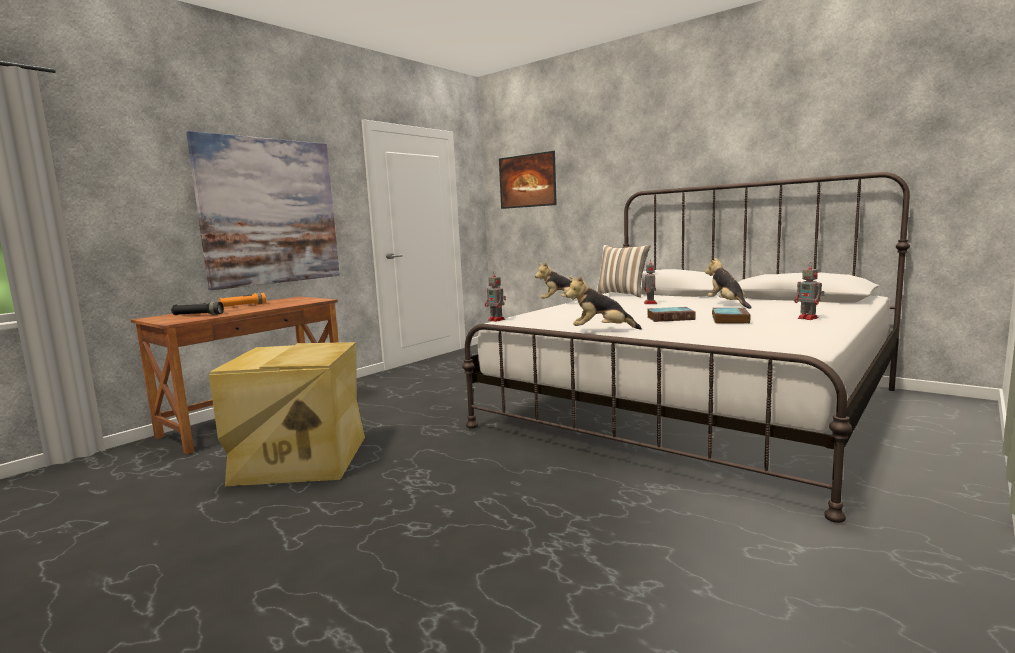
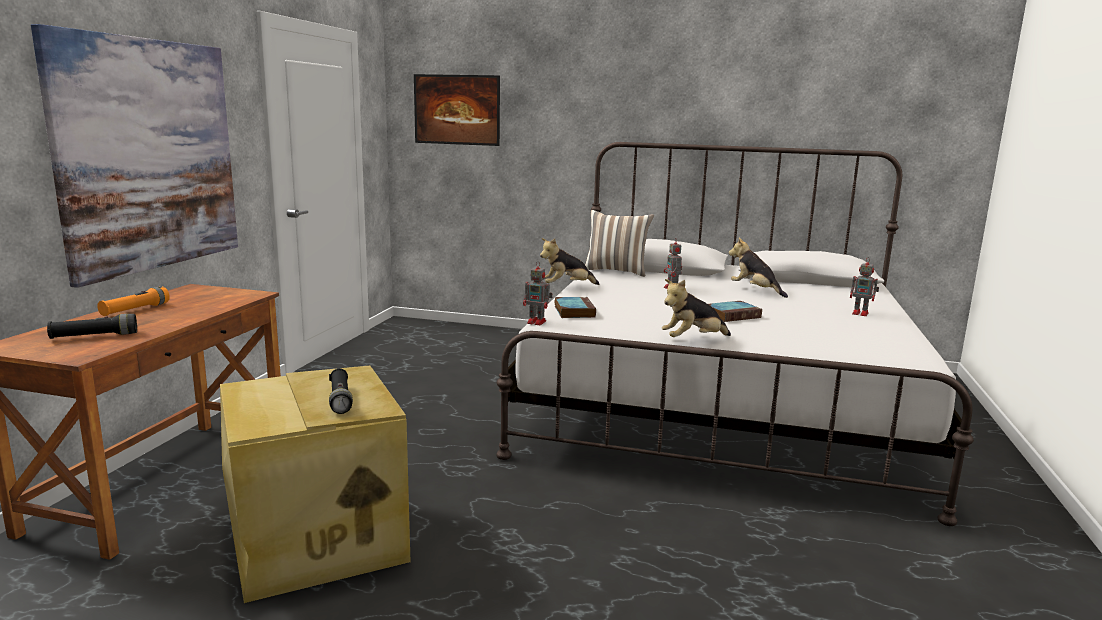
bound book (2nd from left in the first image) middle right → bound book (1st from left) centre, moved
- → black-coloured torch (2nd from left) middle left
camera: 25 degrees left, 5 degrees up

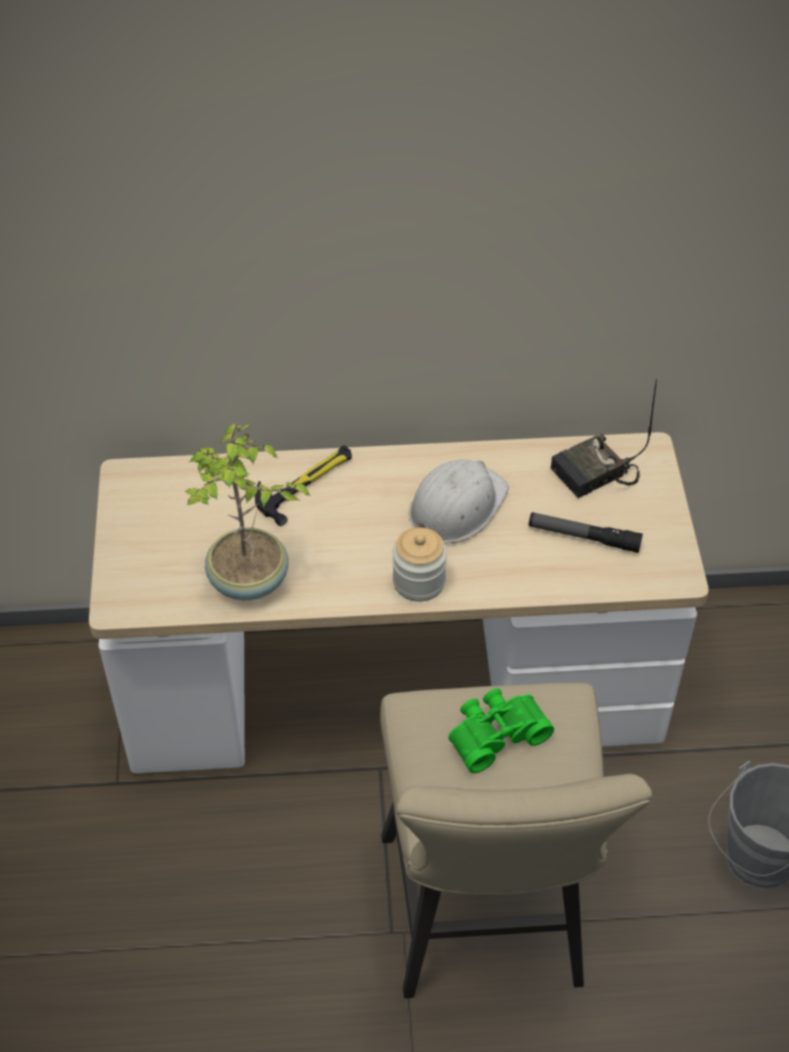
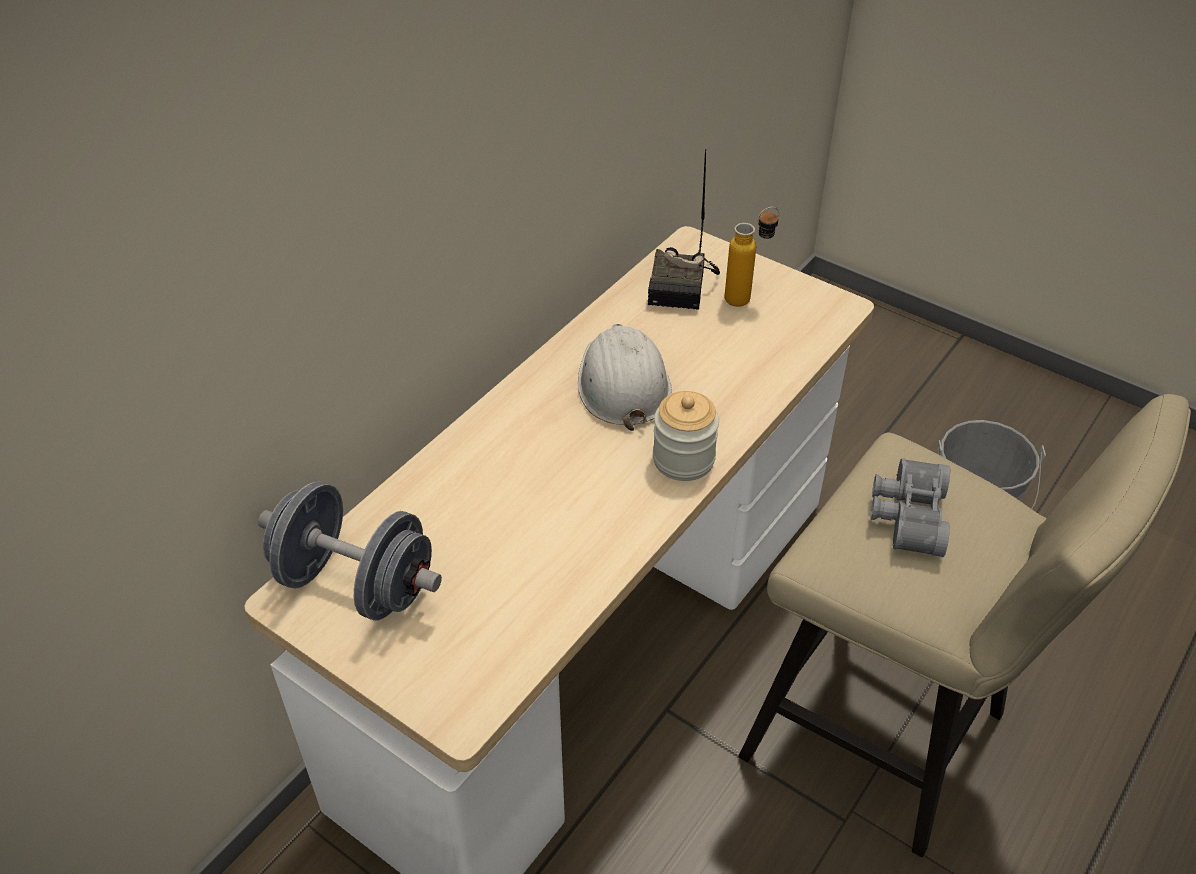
potted plant middle left → -
tool hammer centre → -
torch middle right → -
greenish binoculars bottom centre → greyish binoculars middle right
- → beverage bottle top centre
- → greyish dumbbell middle left
camera: 50 degrees left, 5 degrees down

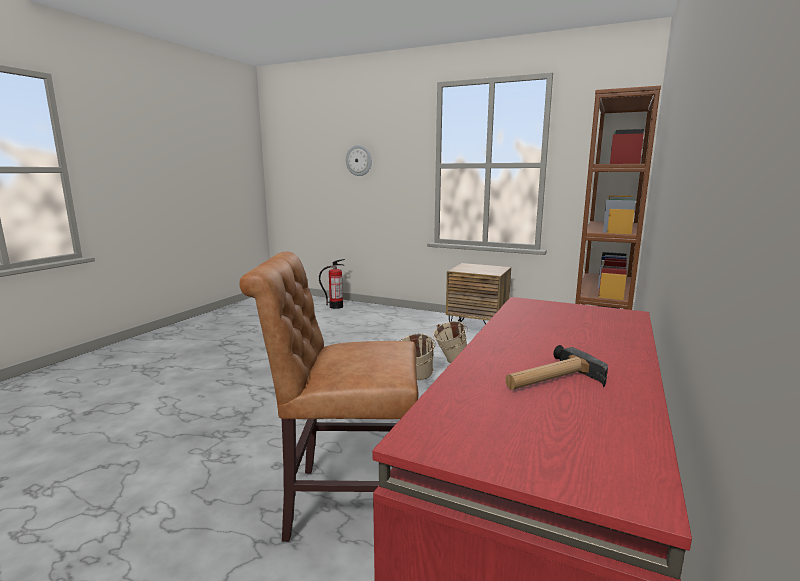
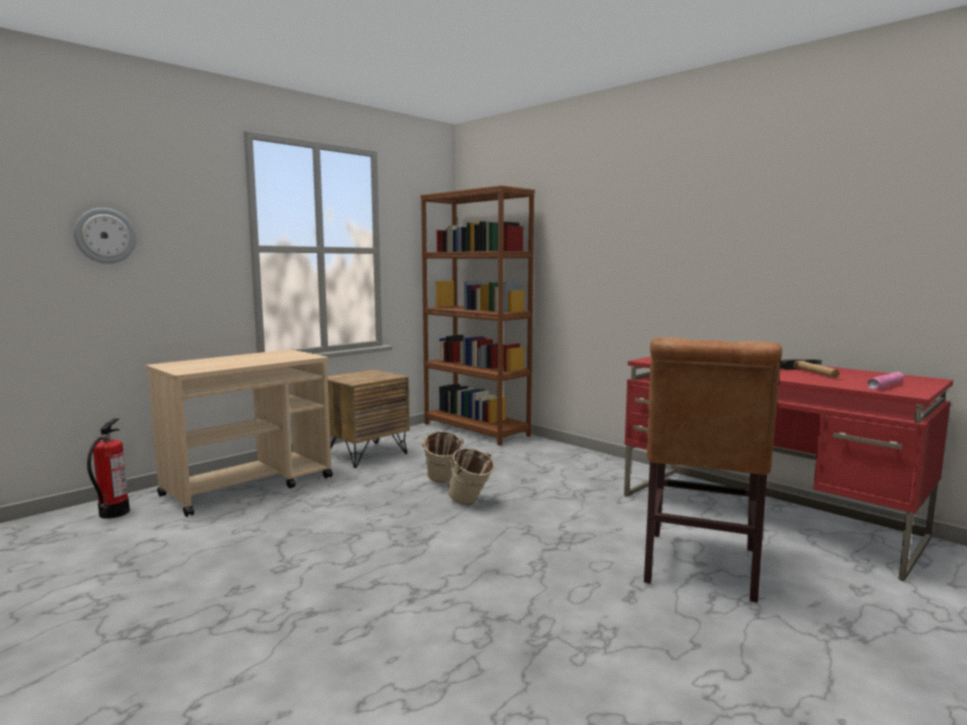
- → beige-coloured trolley middle left
- → pink-coloured torch middle right
camera: 70 degrees left, 5 degrees down

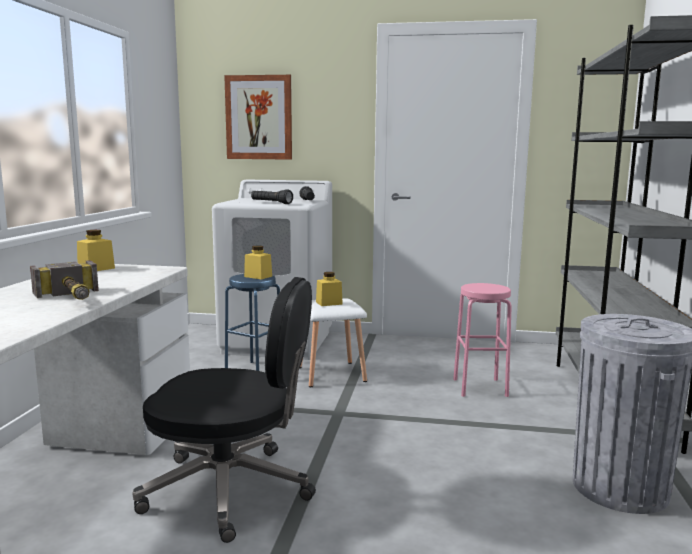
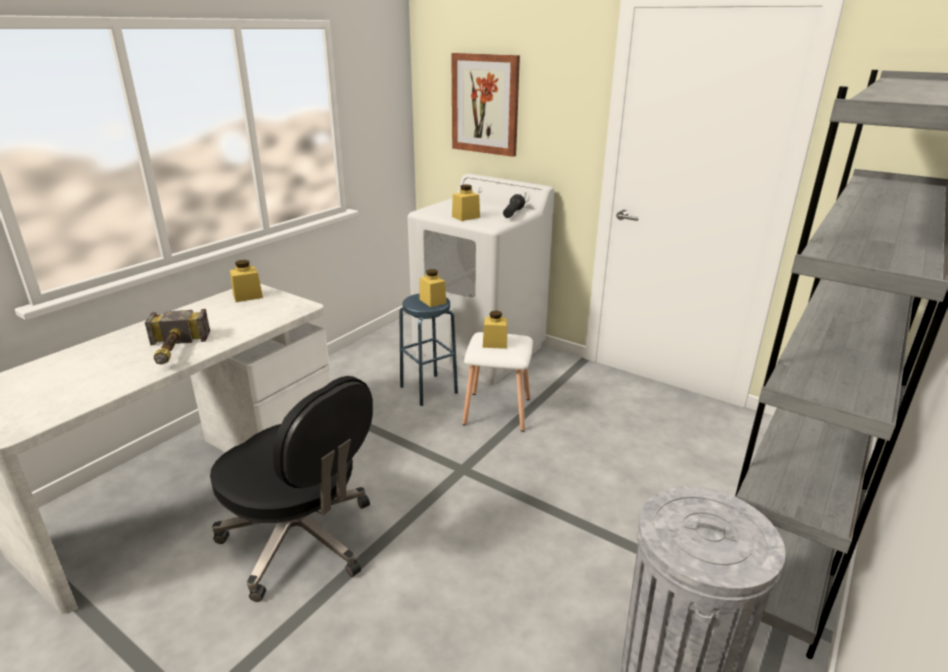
black-coloured torch (1st from left) centre → yellow storage jar (3rd from left) top centre
pink-coloured sitting stool middle right → -
camera: 25 degrees right, 15 degrees up

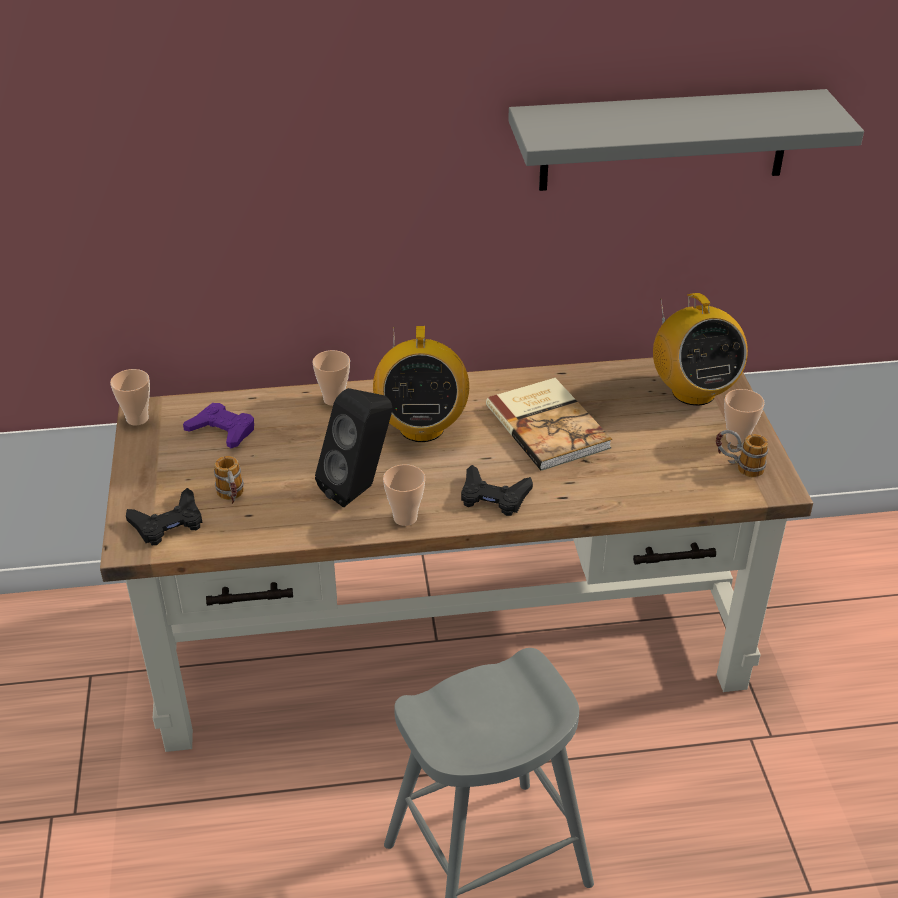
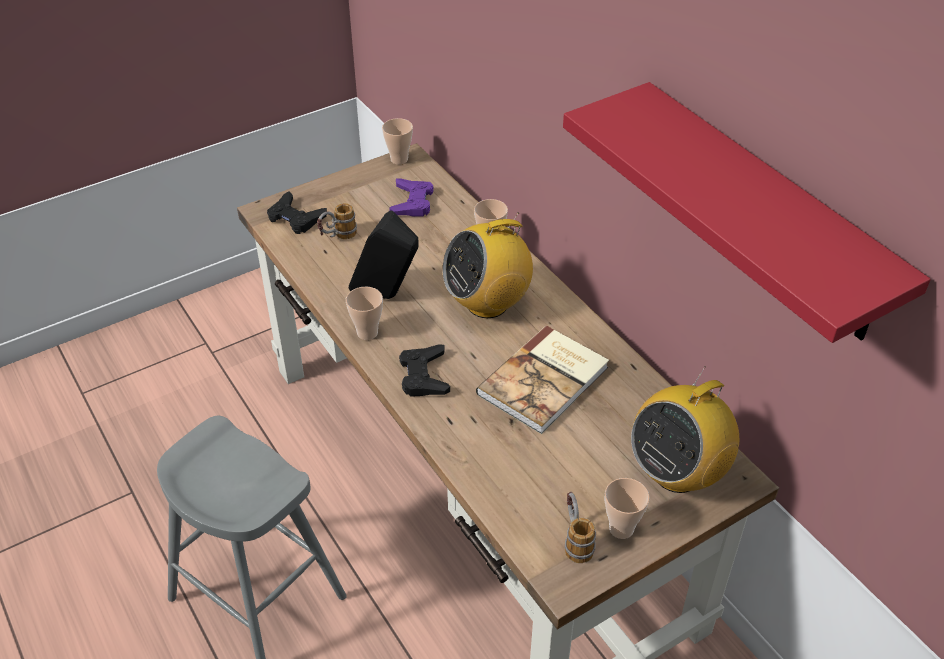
greyish wall shelf top right → reddish wall shelf top right
camera: 65 degrees right, 5 degrees up

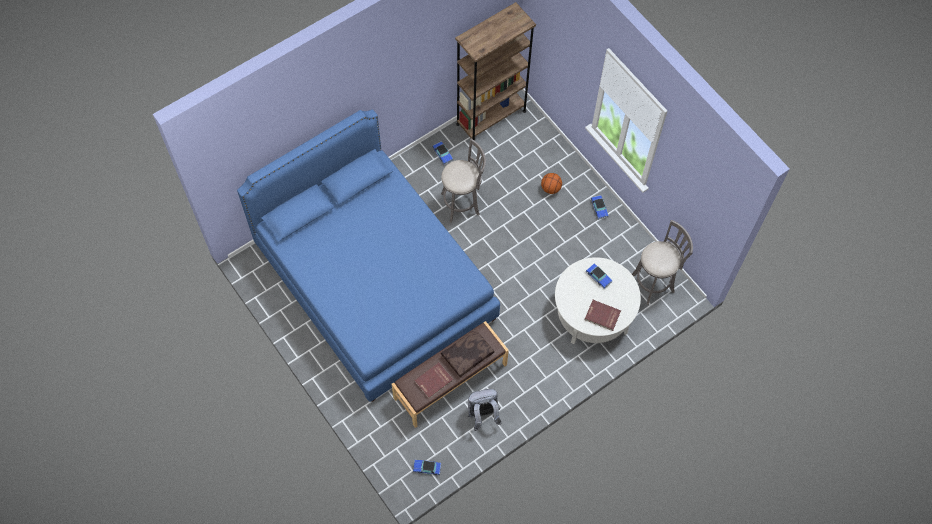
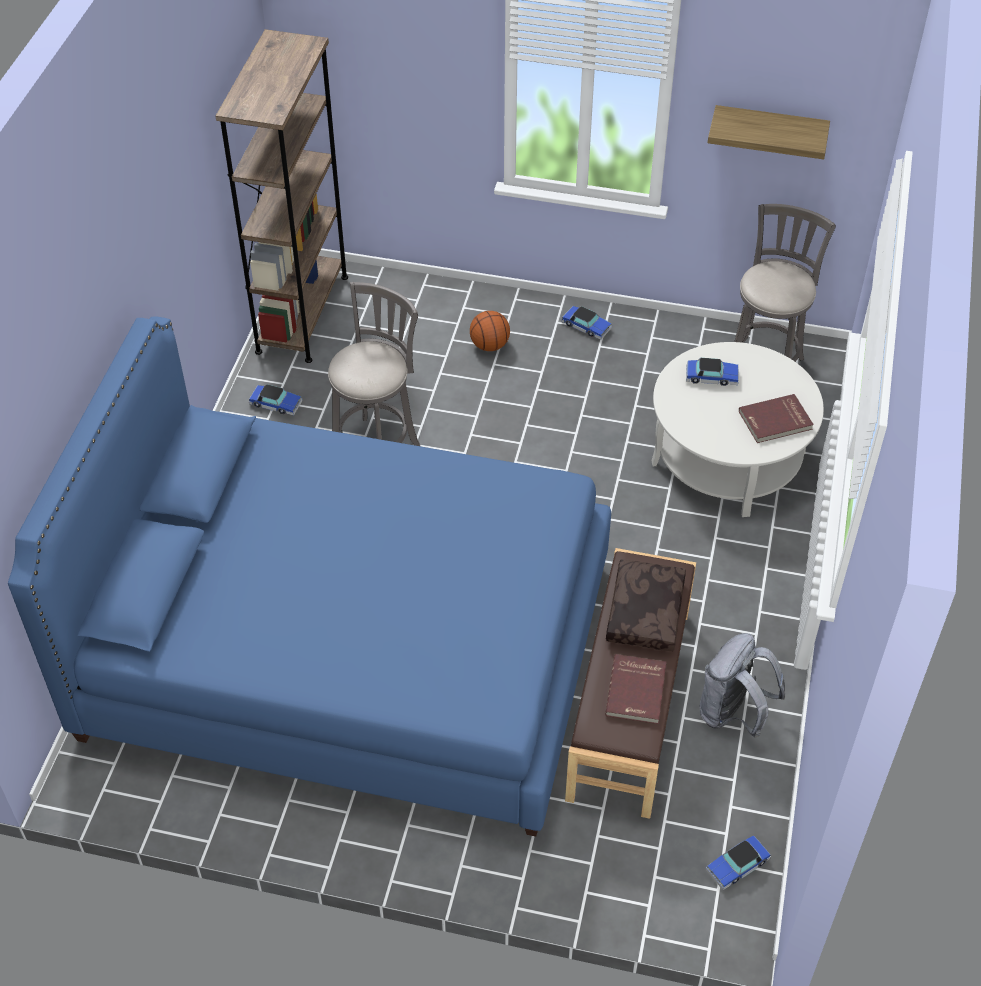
- → wall shelf top right
camera: 40 degrees left, 15 degrees down

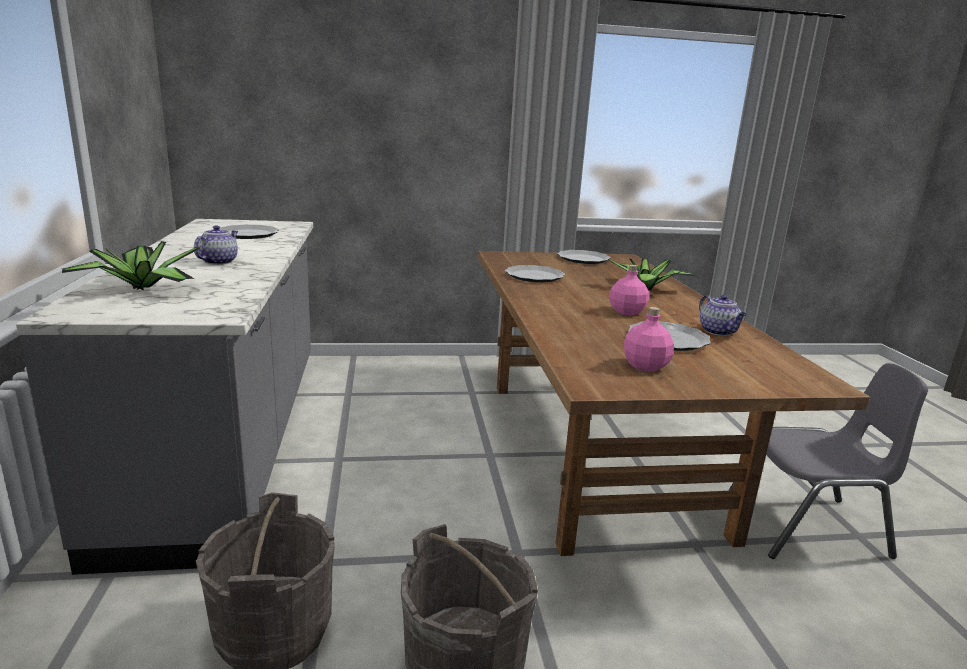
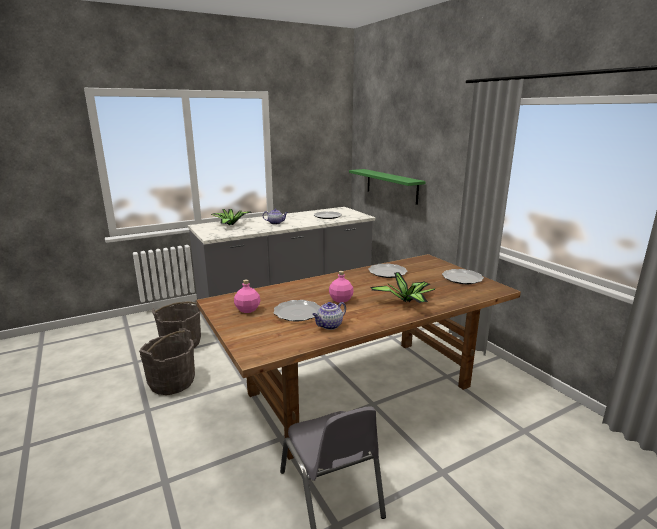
- → greenish wall shelf centre
camera: 70 degrees right, 0 degrees up

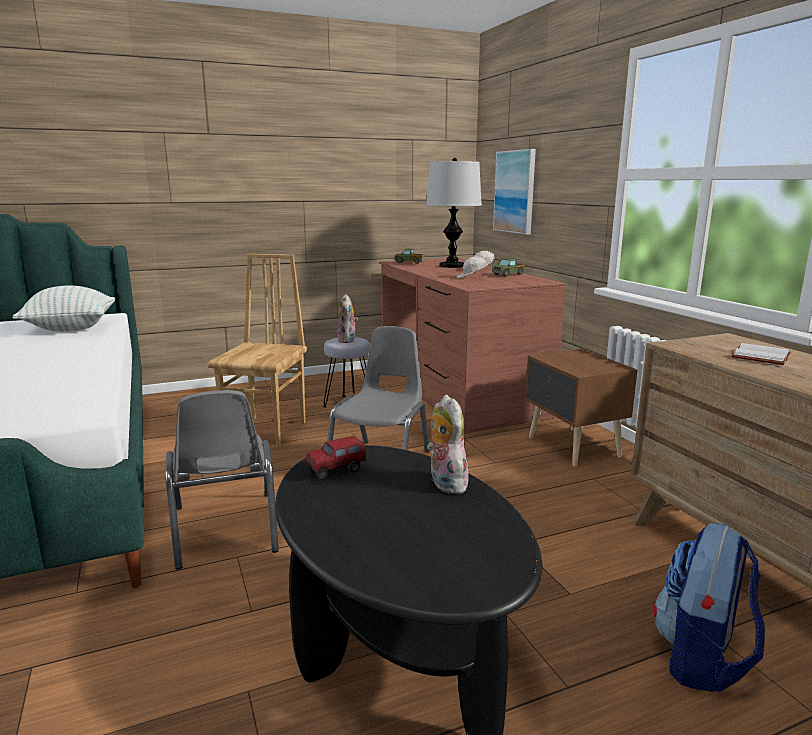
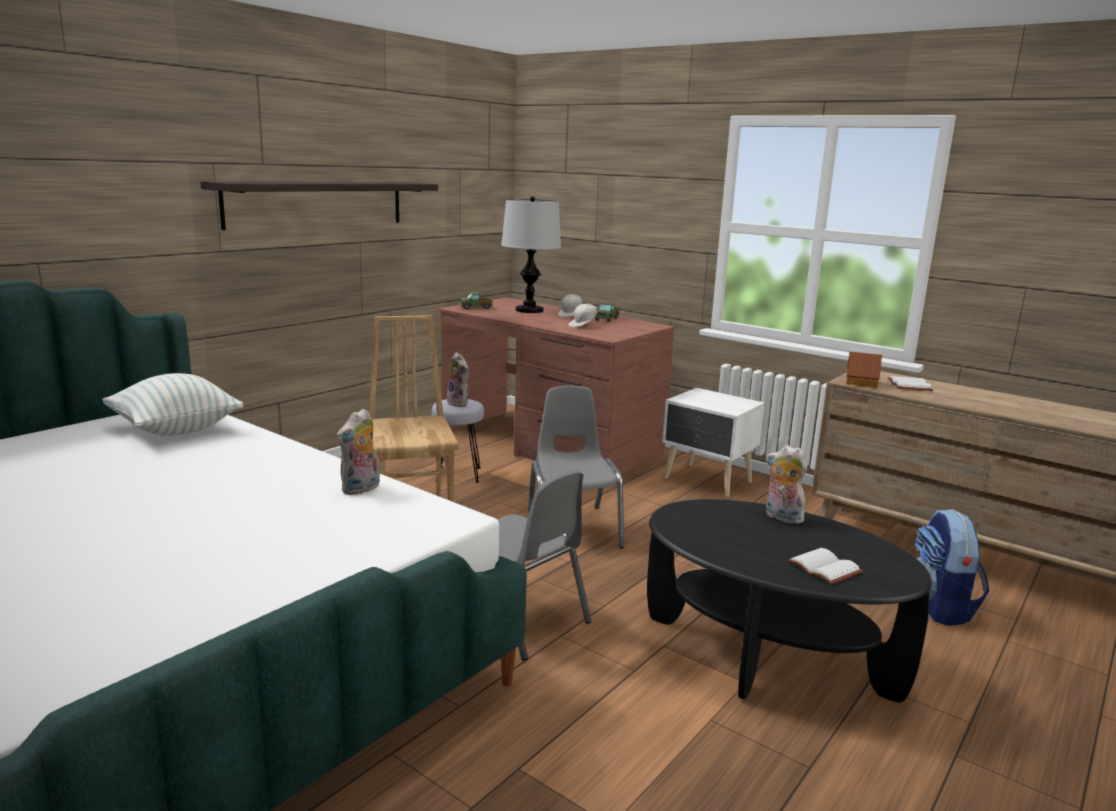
wall art top centre → -
brownish night table middle right → white-coloured night table centre
toy lorry (1st from left) centre → -
- → wall shelf top left
- → toy house middle right
- → cuddly toy (1st from left) middle left
- → white-coloured bound book (1st from left) bottom right
camera: 30 degrees left, 0 degrees up

